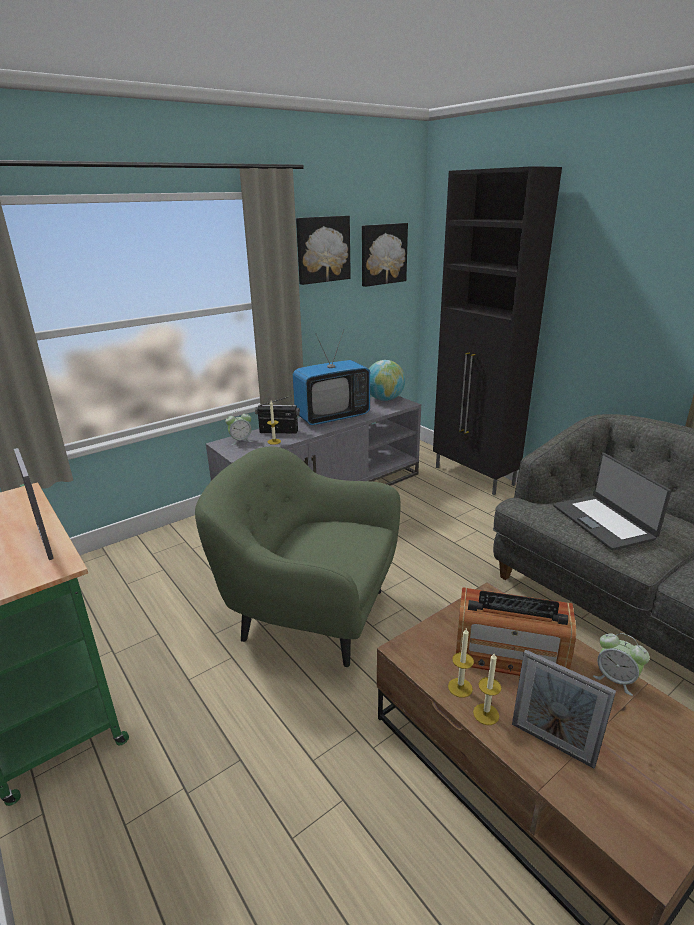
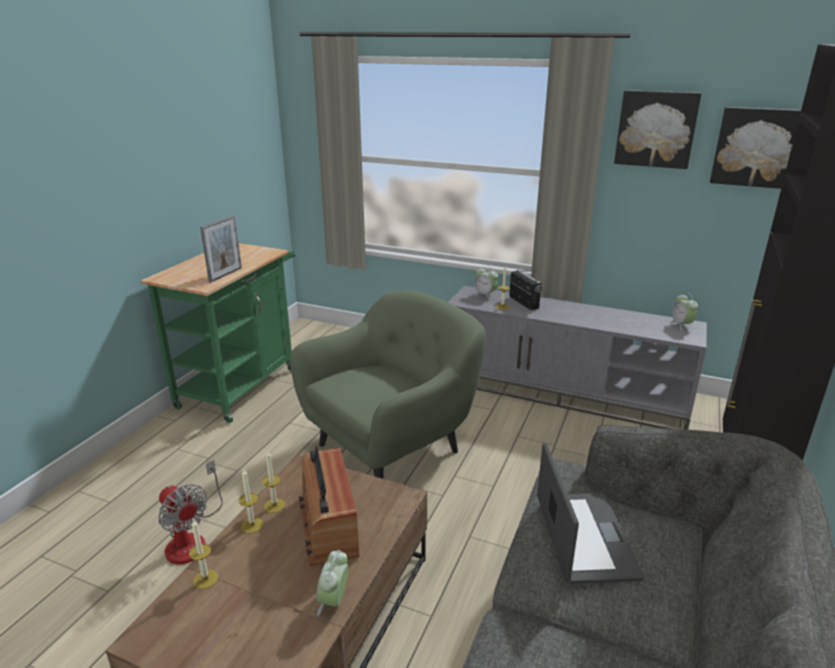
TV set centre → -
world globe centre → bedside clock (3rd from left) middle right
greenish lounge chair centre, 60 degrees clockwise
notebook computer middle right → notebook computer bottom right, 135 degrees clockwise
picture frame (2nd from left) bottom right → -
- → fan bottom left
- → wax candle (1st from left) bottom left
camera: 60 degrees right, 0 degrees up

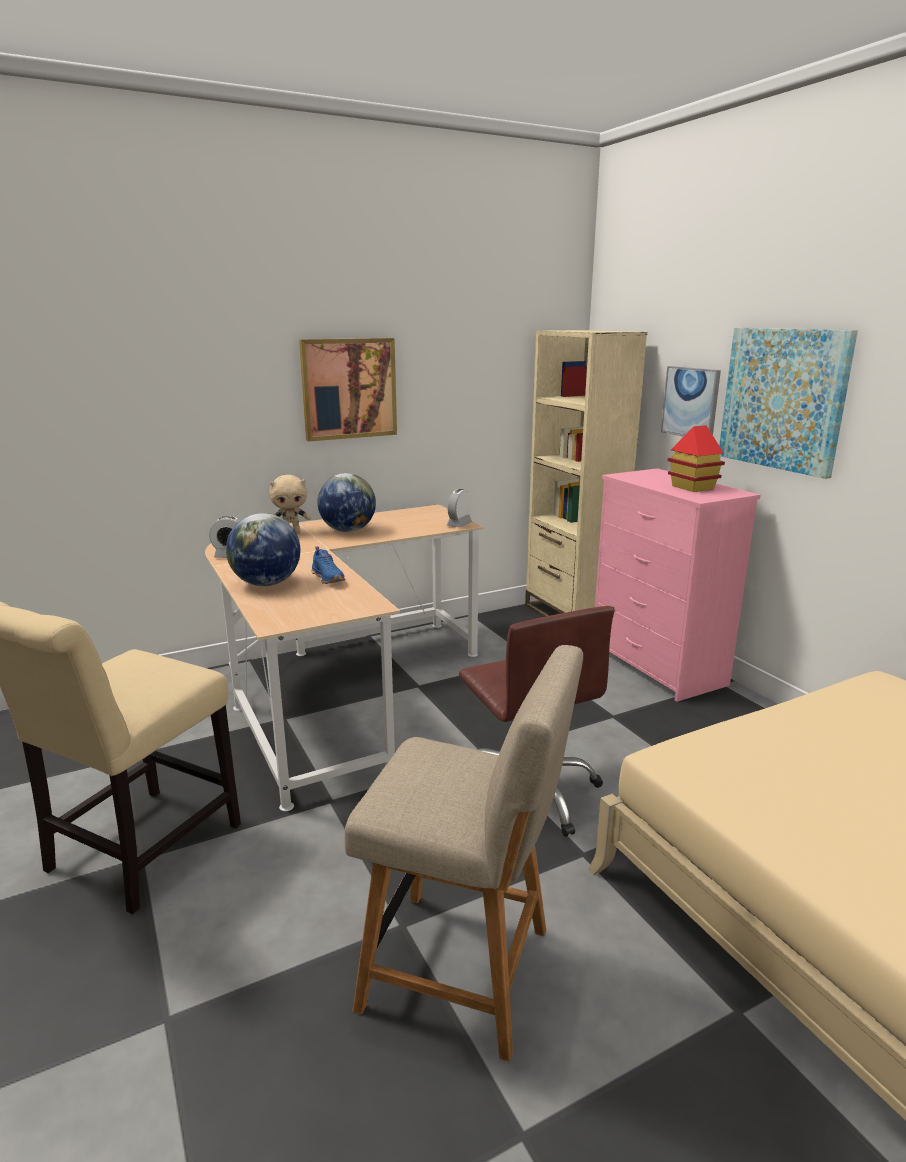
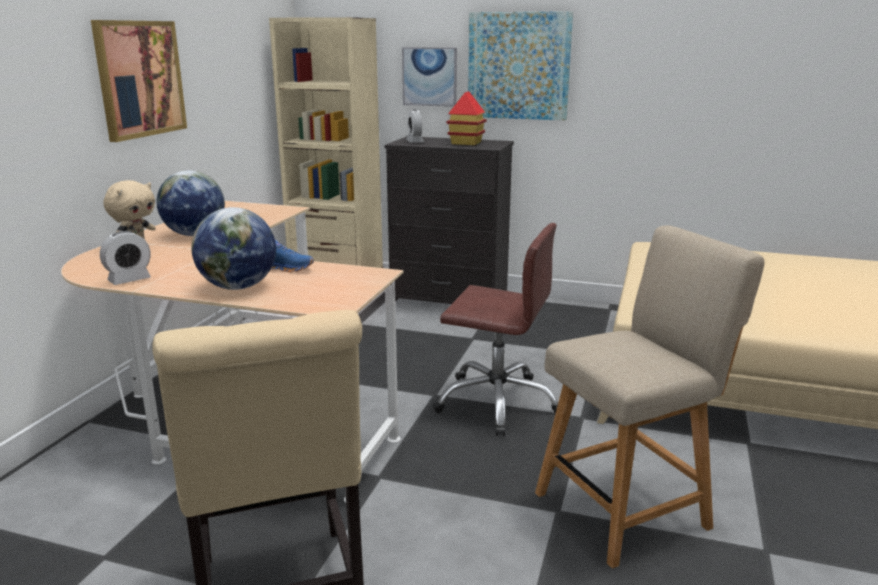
pink-coloured chest of drawers middle right → black-coloured chest of drawers centre
bedside clock (2nd from left) centre → bedside clock (2nd from left) top centre, moved
camera: 45 degrees left, 0 degrees up

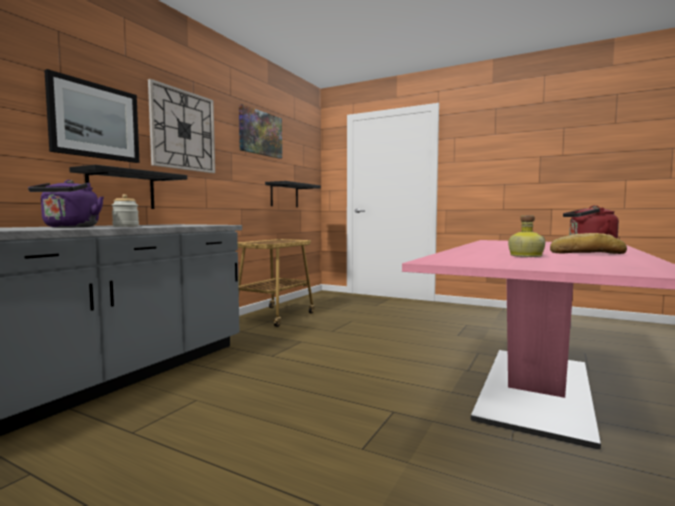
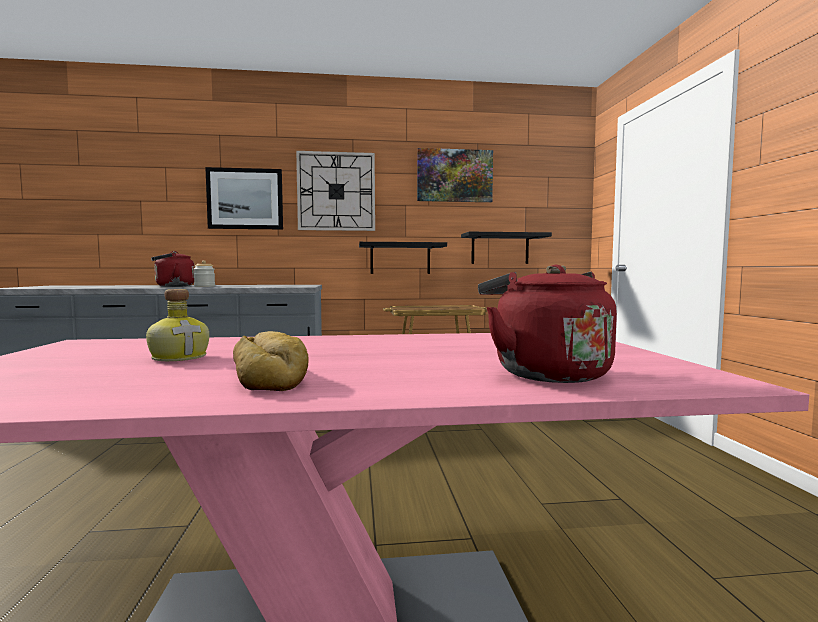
black-coloured wall shelf (1st from left) middle left → black-coloured wall shelf (1st from left) centre, moved
purplish water kettle middle left → reddish water kettle (1st from left) middle left
camera: 55 degrees right, 0 degrees up

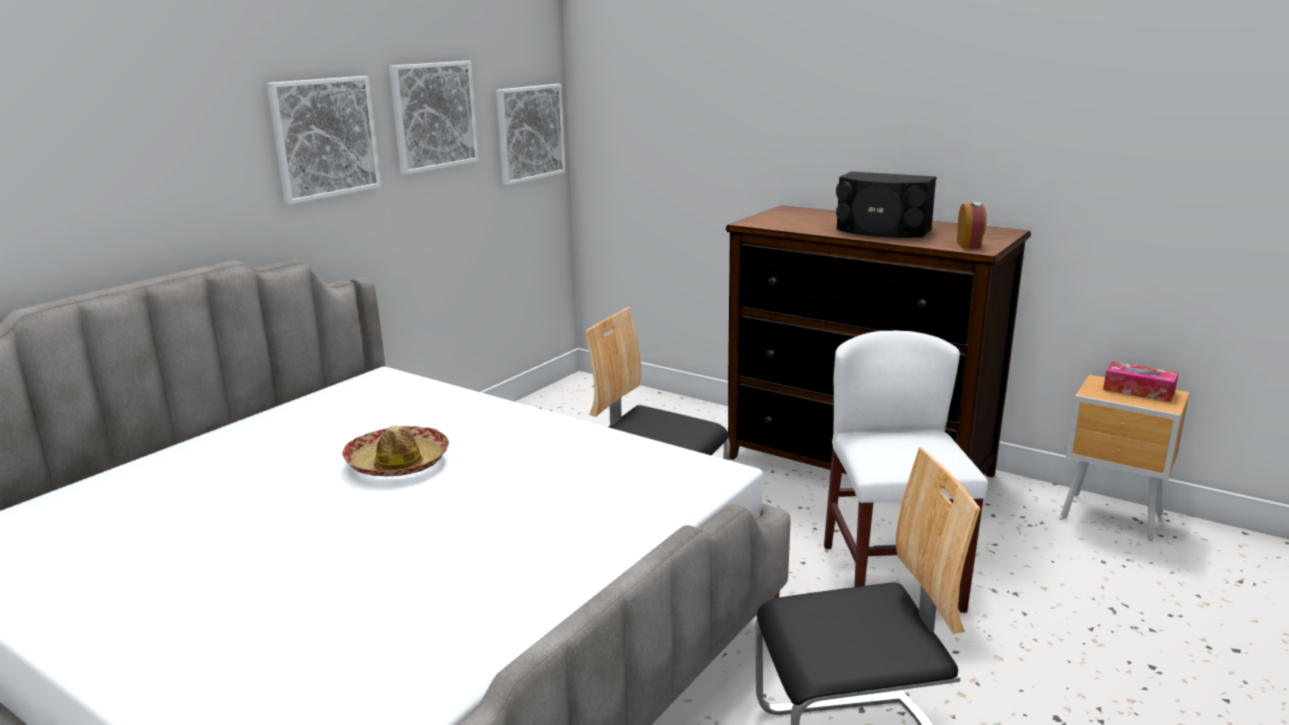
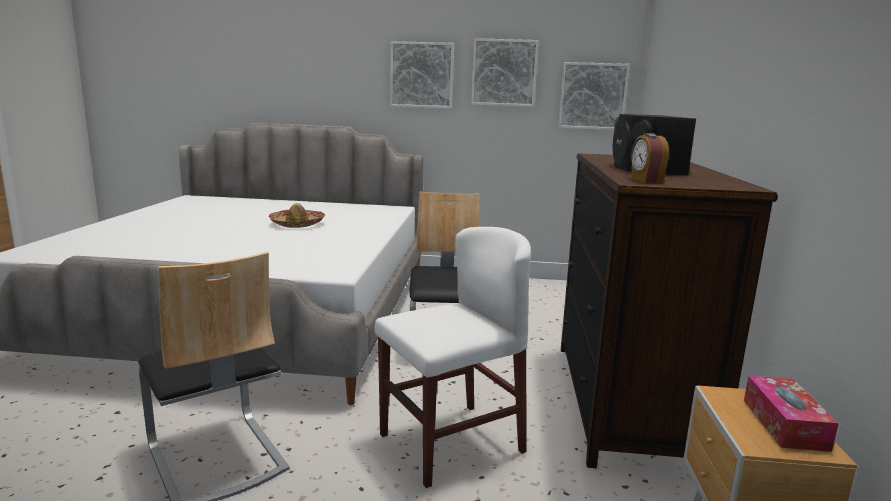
bedside clock top right, 105 degrees clockwise
camera: 60 degrees right, 5 degrees down

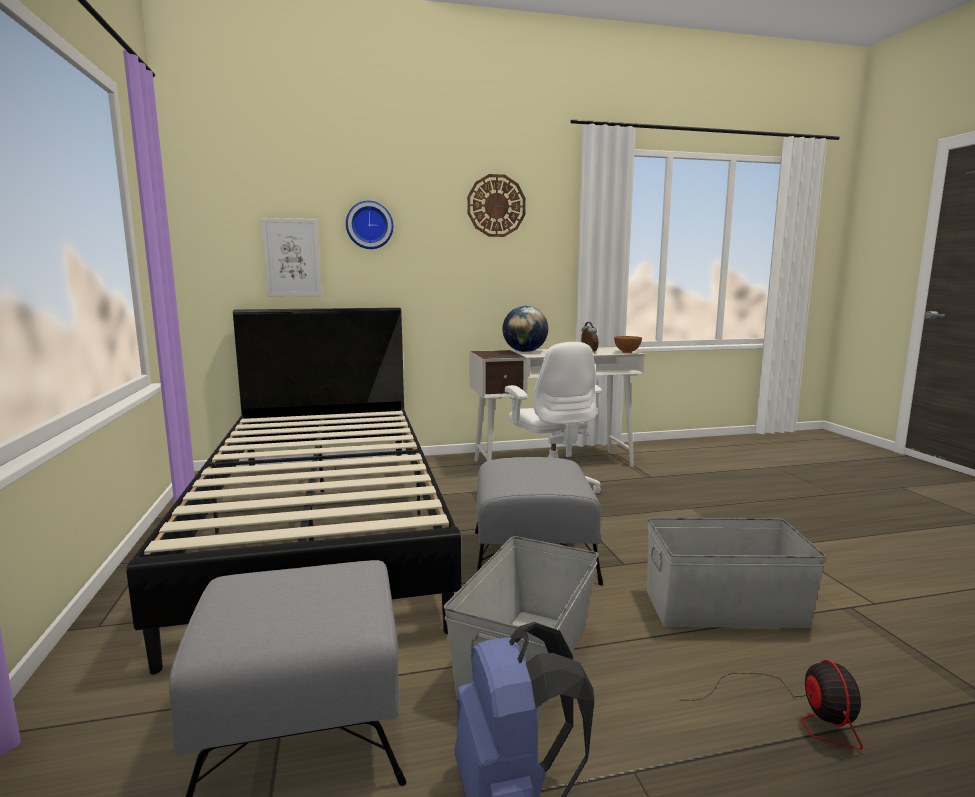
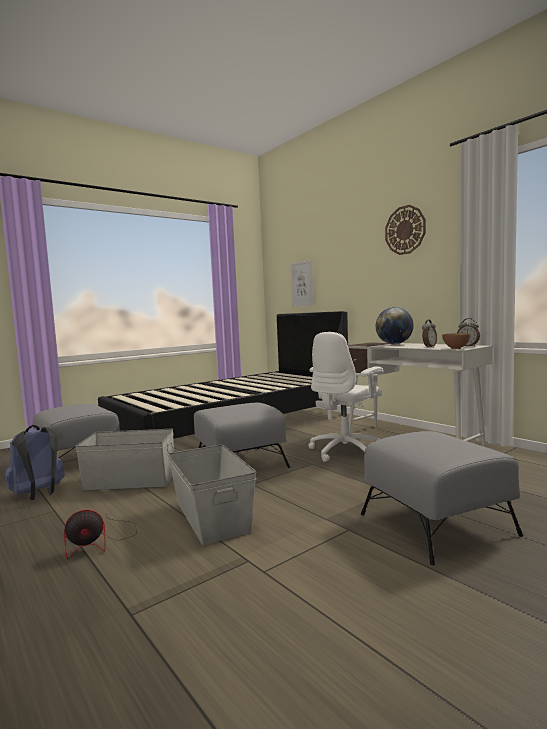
clock on the wall (1st from left) top centre → -
- → bedside clock (2nd from left) middle right
- → greyish ottoman (3rd from left) bottom right
camera: 65 degrees right, 5 degrees down

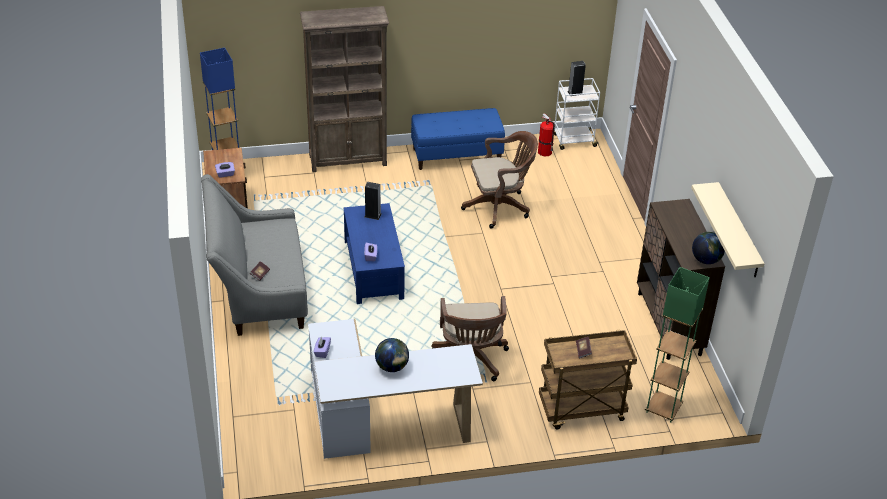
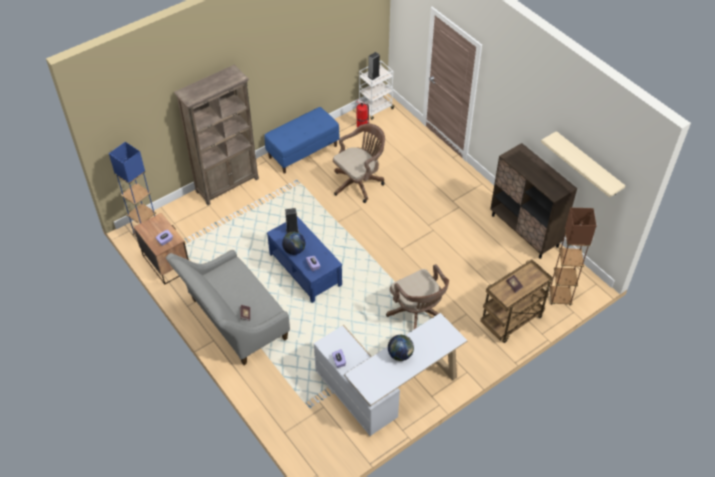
world globe (2nd from left in the first image) middle right → world globe (1st from left) centre, moved
greenish standing lamp bottom right → brownish standing lamp middle right
camera: 25 degrees left, 10 degrees up

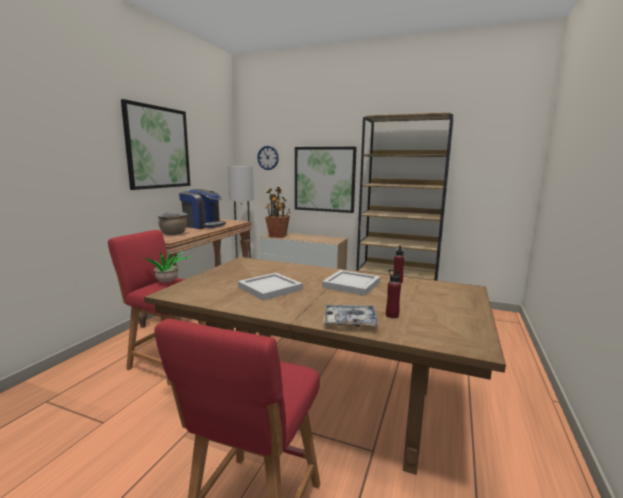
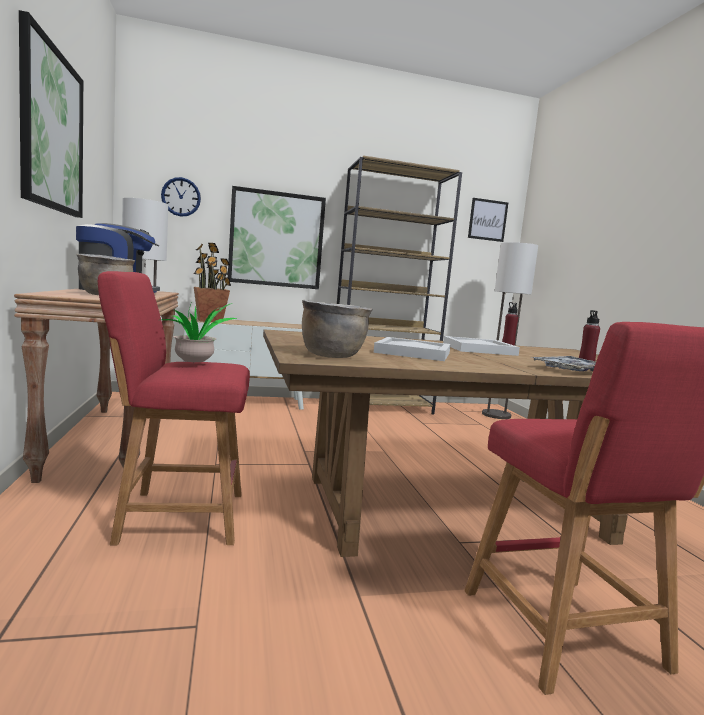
- → wall art (3rd from left) top right
- → standing lamp (2nd from left) middle right
- → brownish cooking pot (2nd from left) centre
camera: 35 degrees left, 5 degrees down

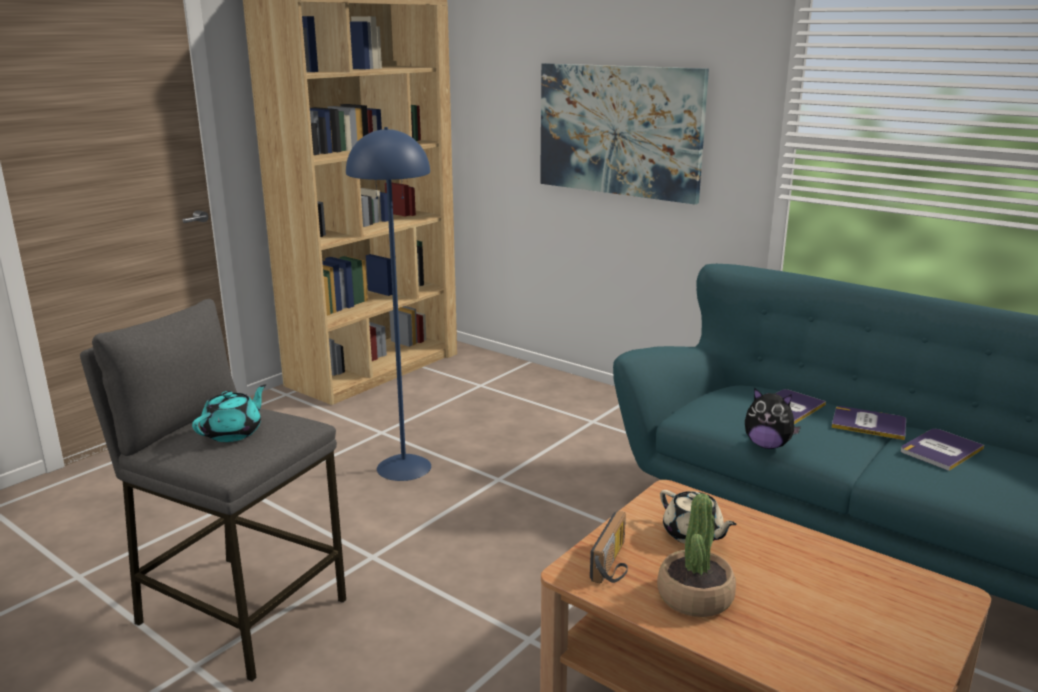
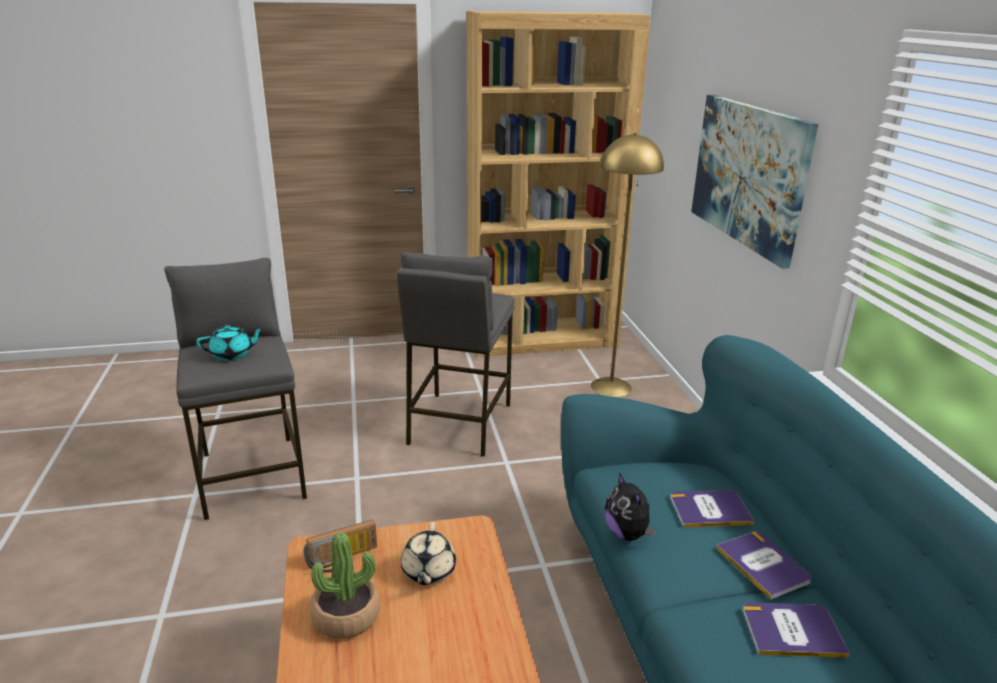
blue standing lamp centre → greyish sitting stool (2nd from left) centre
- → yellow standing lamp centre
camera: 40 degrees right, 5 degrees up

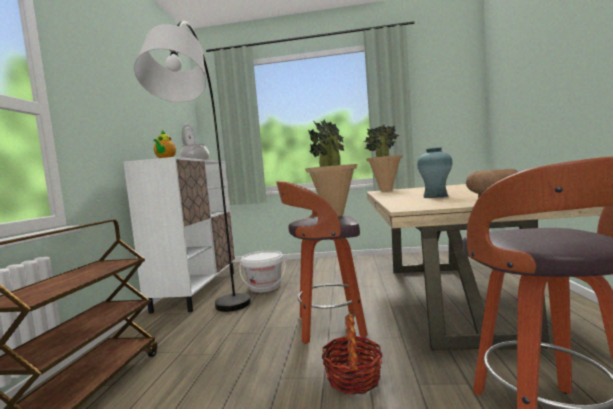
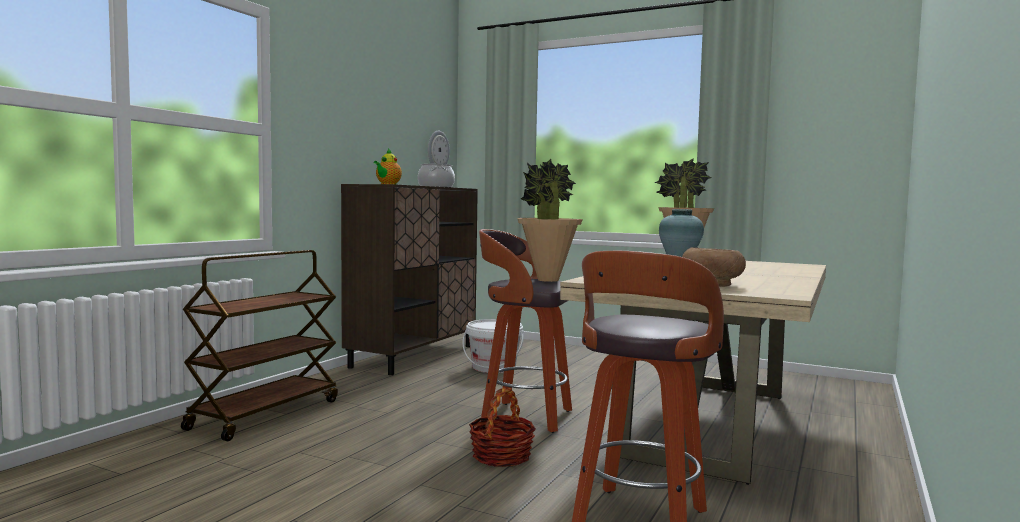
greyish standing lamp middle left → -
white-coloured storage cabinet middle left → brownish storage cabinet centre
camera: 20 degrees right, 0 degrees up

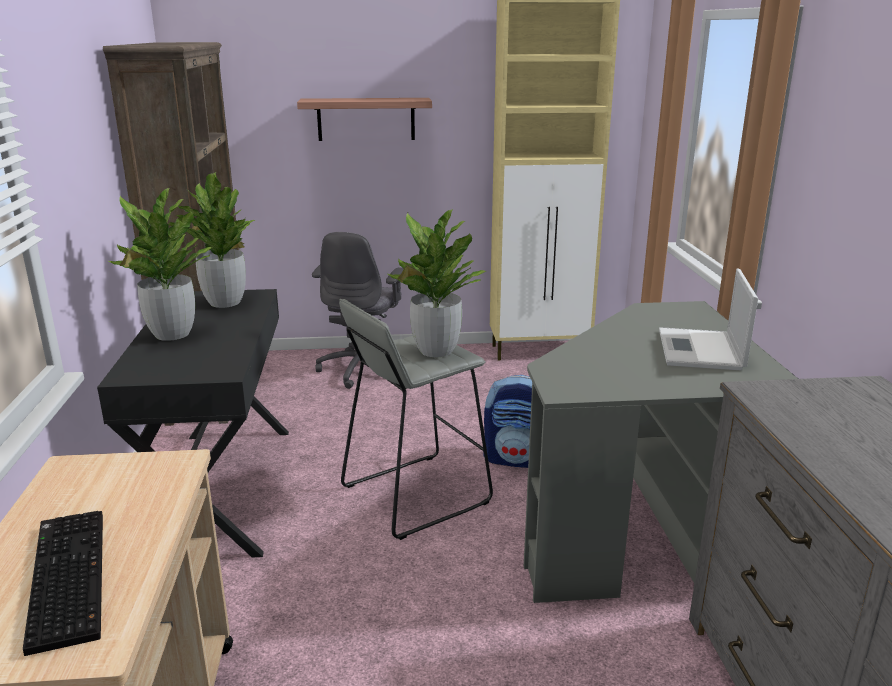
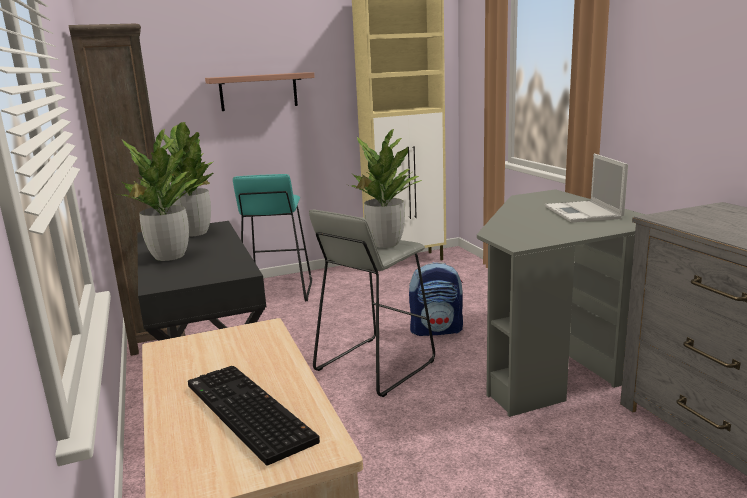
greyish computer chair centre → turquoise sitting stool centre
camera: 15 degrees left, 5 degrees down

